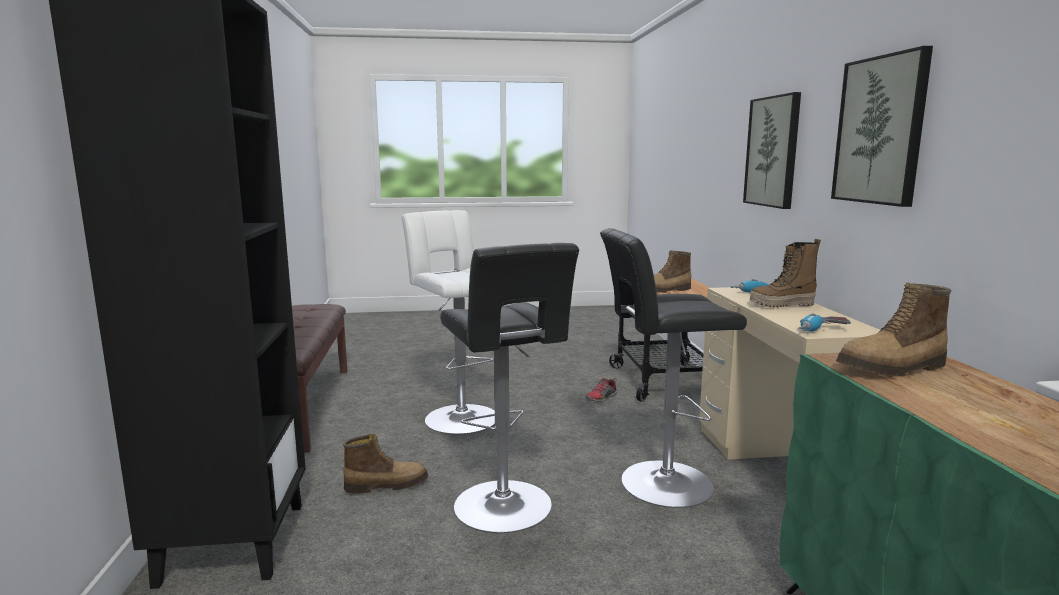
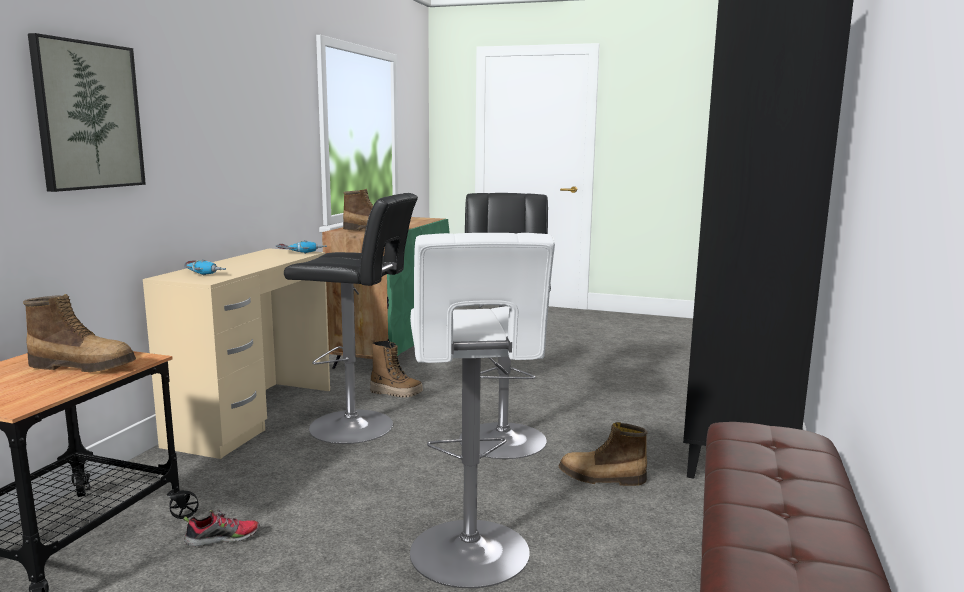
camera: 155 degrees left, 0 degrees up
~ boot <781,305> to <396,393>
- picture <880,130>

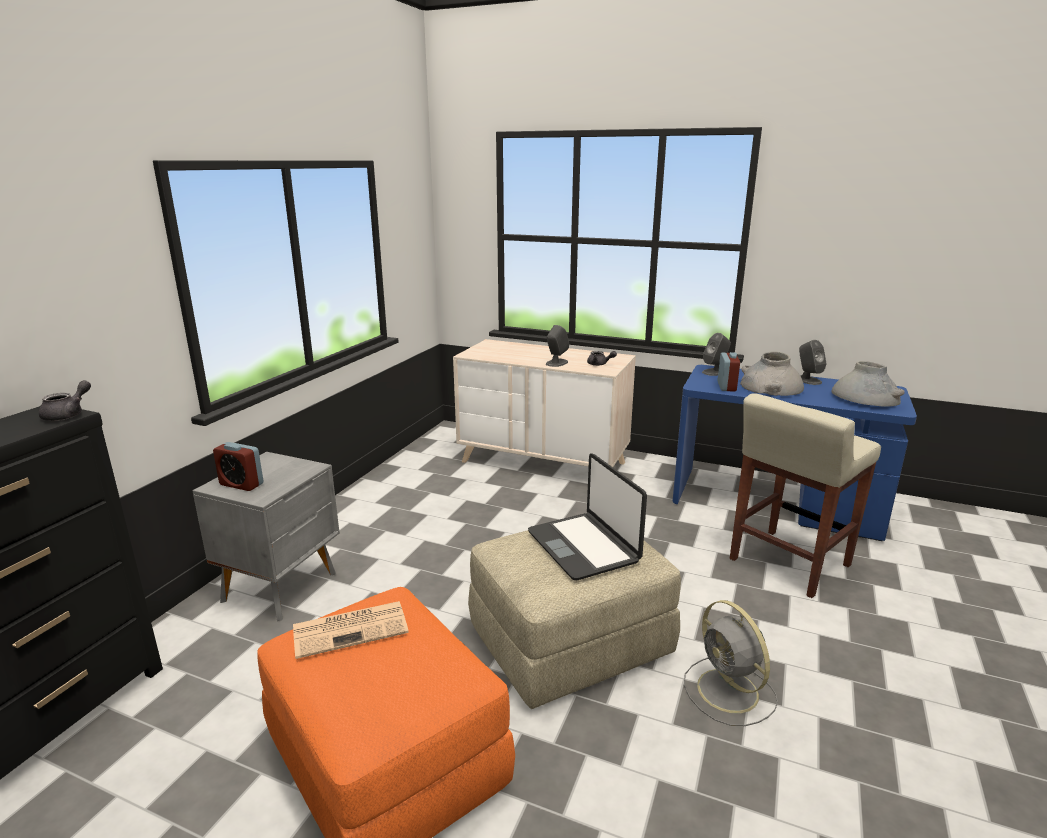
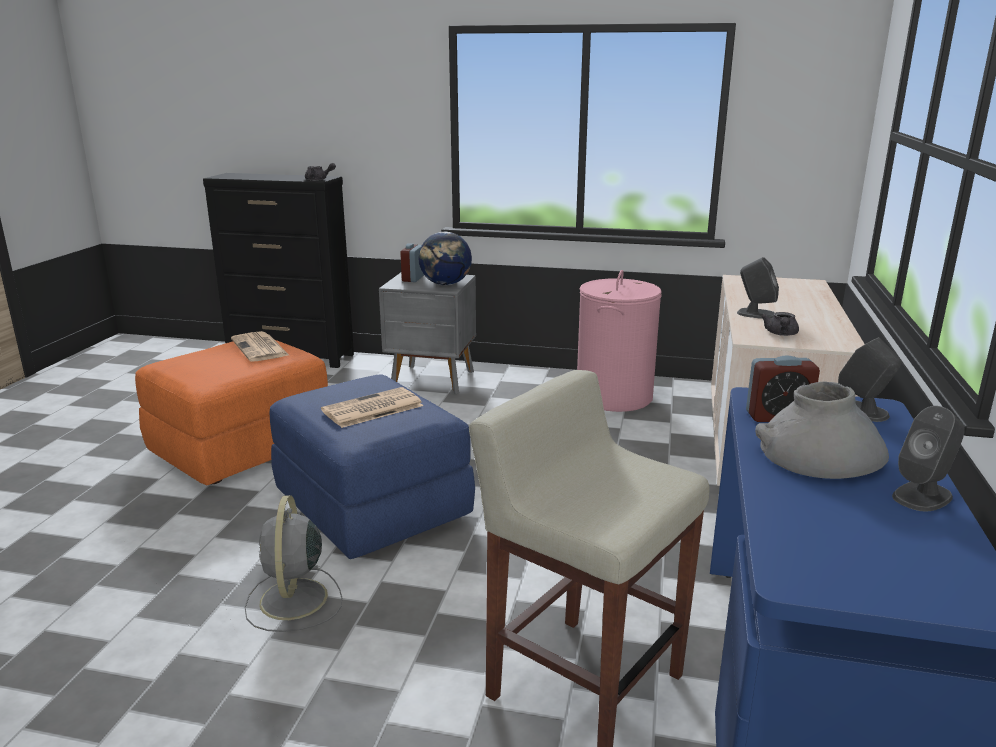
camera: 80 degrees right, 0 degrees up
~ beige ottoman <570,641> to blue ottoman <374,505>
~ laptop <584,546> to newspaper <371,409>
~ grey fan <729,692> = <293,601> 60 degrees counterclockwise
- grey vase <865,398>
+ globe <445,284>
+ pink laundry basket <614,396>

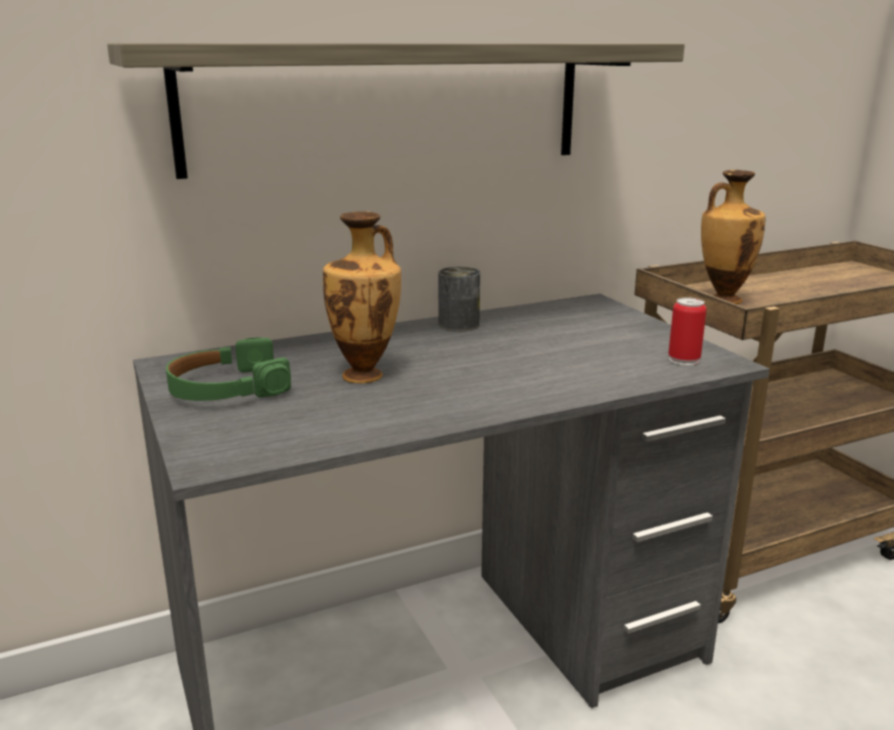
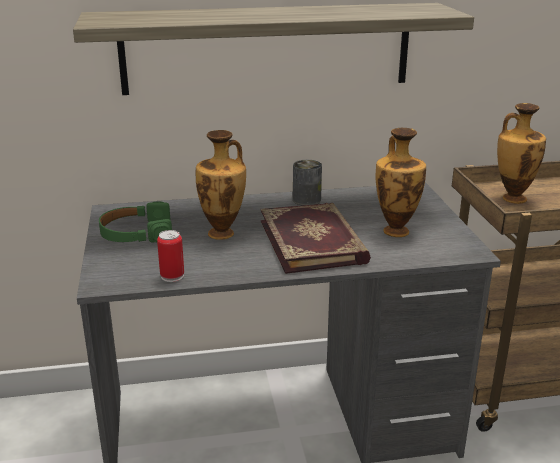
camera: 15 degrees right, 5 degrees up
~ can <684,360> to <172,276>
+ book <314,241>
+ vase <395,230>

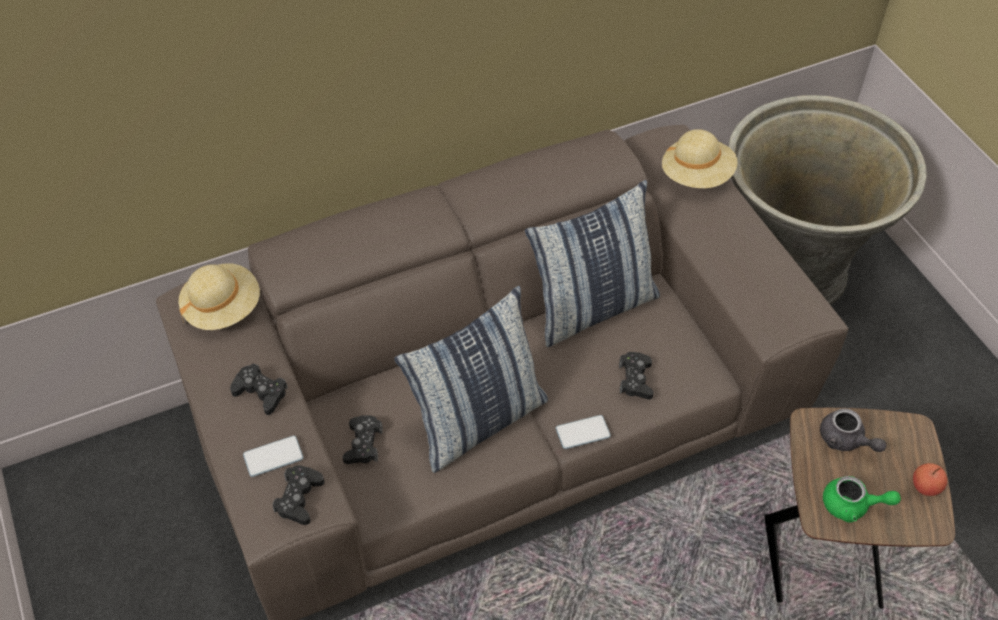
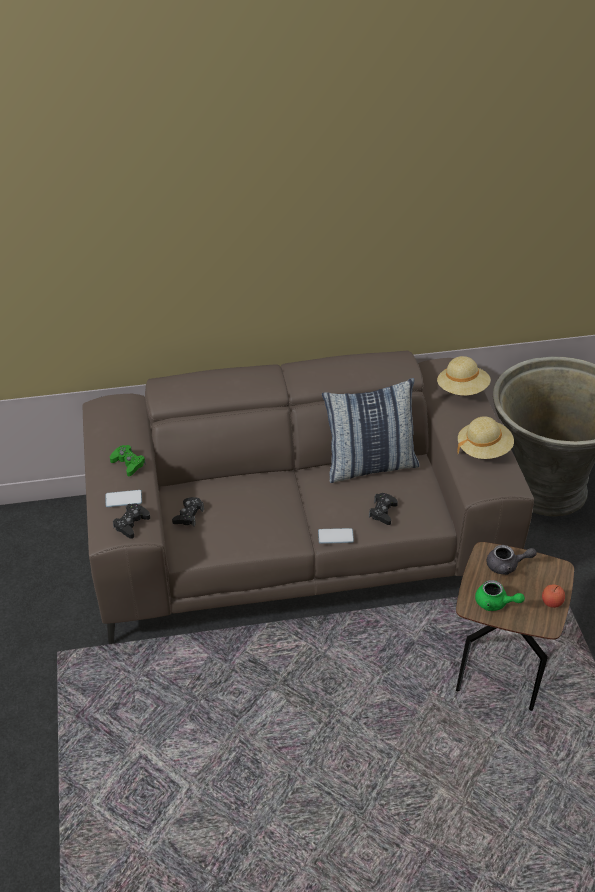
camera: 15 degrees right, 10 degrees down
~ beige hat <223,308> to <484,450>
~ black game controller <261,392> to green game controller <128,463>
- pillow <478,421>
~ grey teapot <846,440> = <507,566> 60 degrees counterclockwise

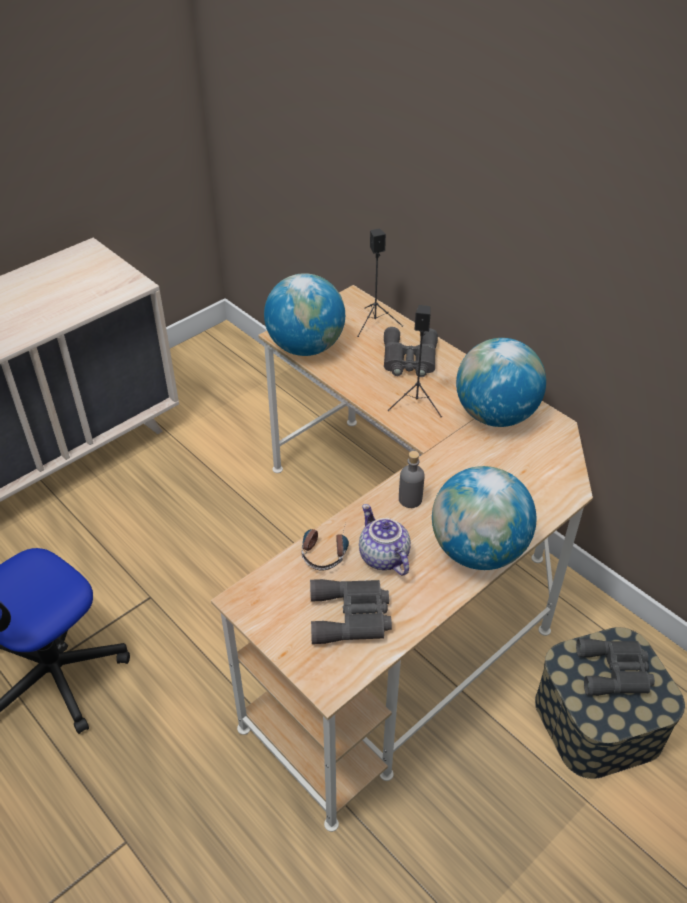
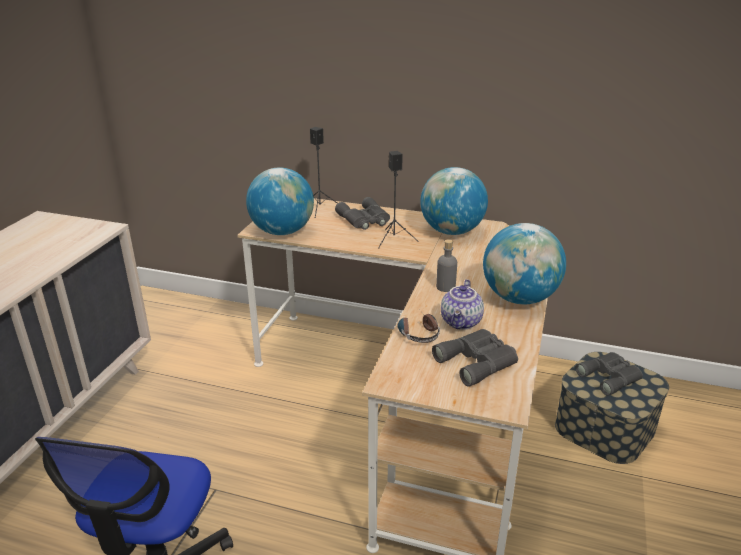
camera: 30 degrees left, 15 degrees down
~ teapot <382,557> = <462,322> 105 degrees counterclockwise

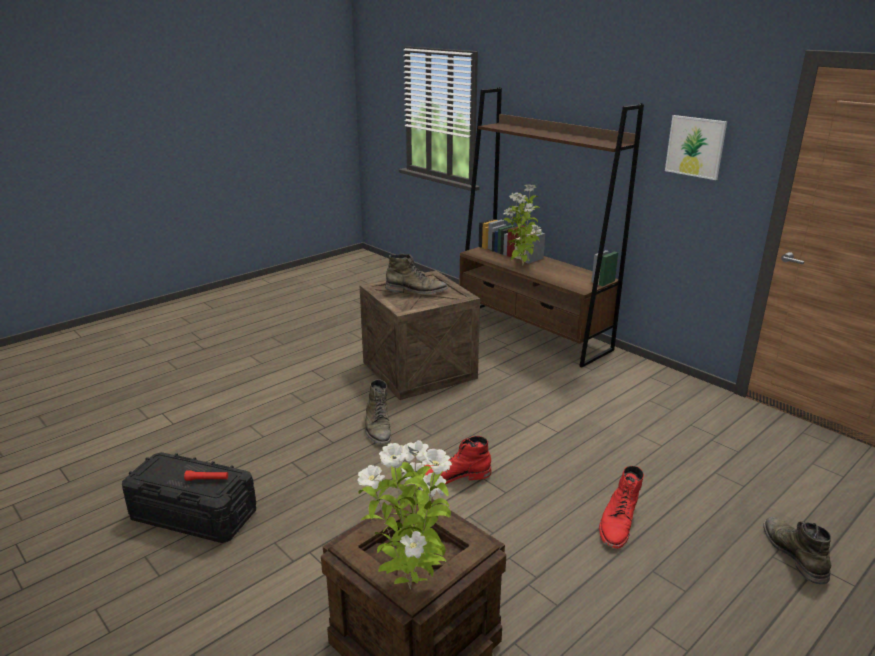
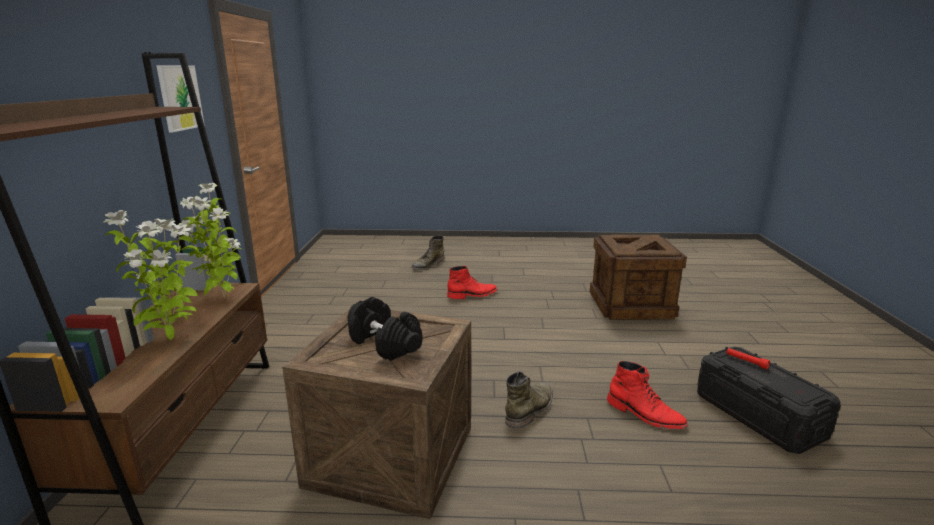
camera: 135 degrees left, 5 degrees down
~ potted plant <411,586> to <222,298>
~ green boot <416,291> to black dumbbell <384,344>
~ red boot <453,476> to <645,415>

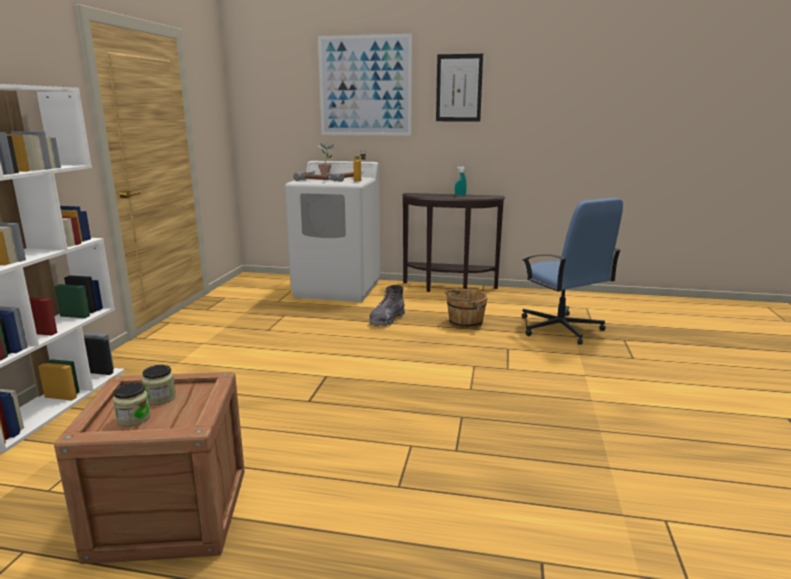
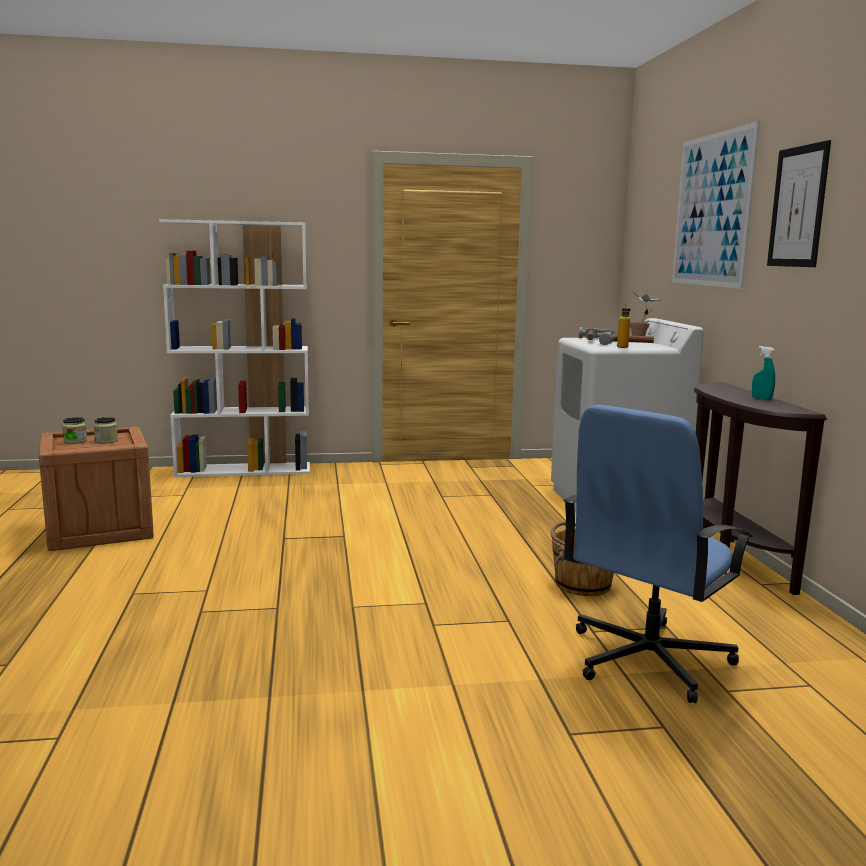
camera: 70 degrees right, 5 degrees down
- grey boot <387,320>

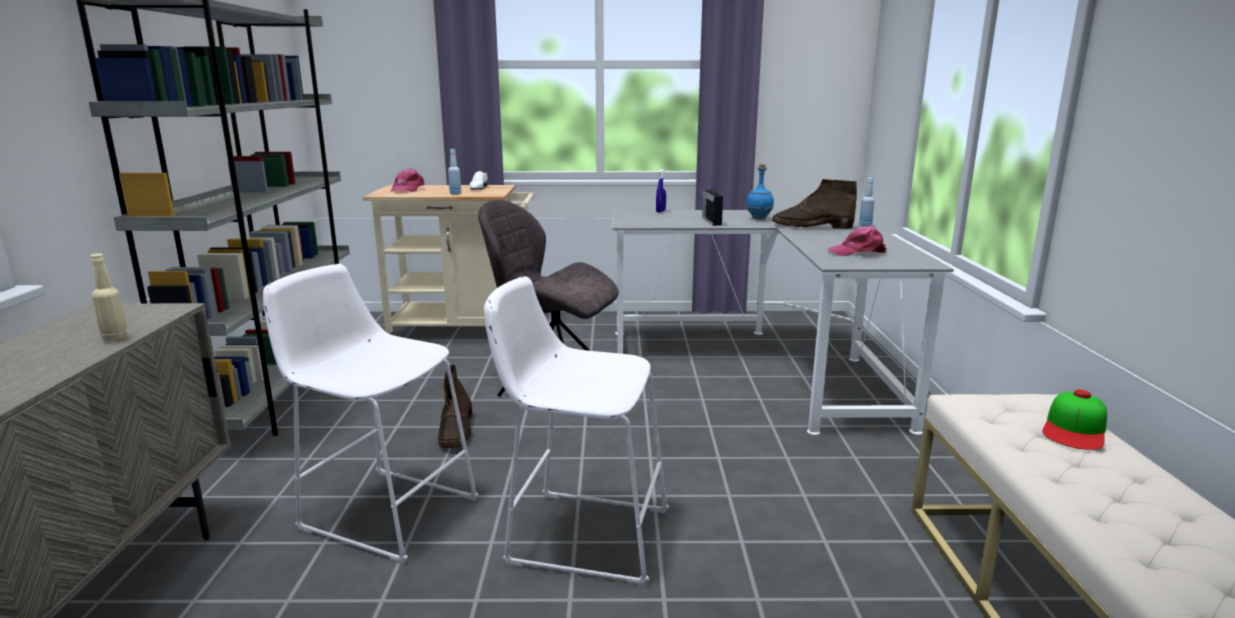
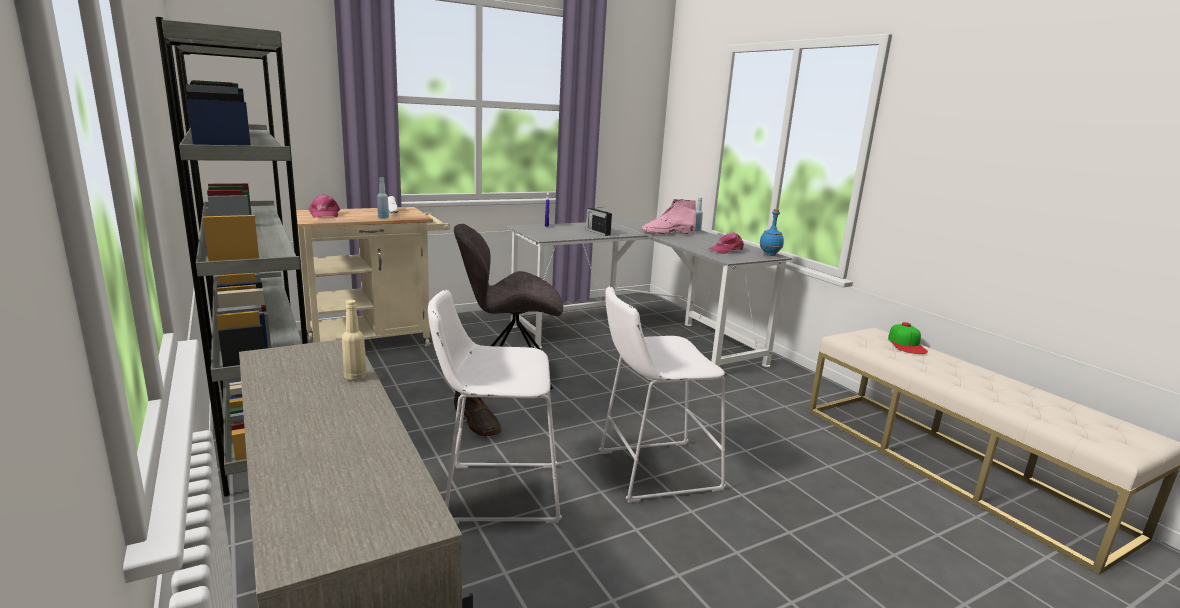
camera: 30 degrees left, 0 degrees up
~ blue bottle <759,218> to <770,255>
~ brown boot <811,227> to pink boot <667,233>

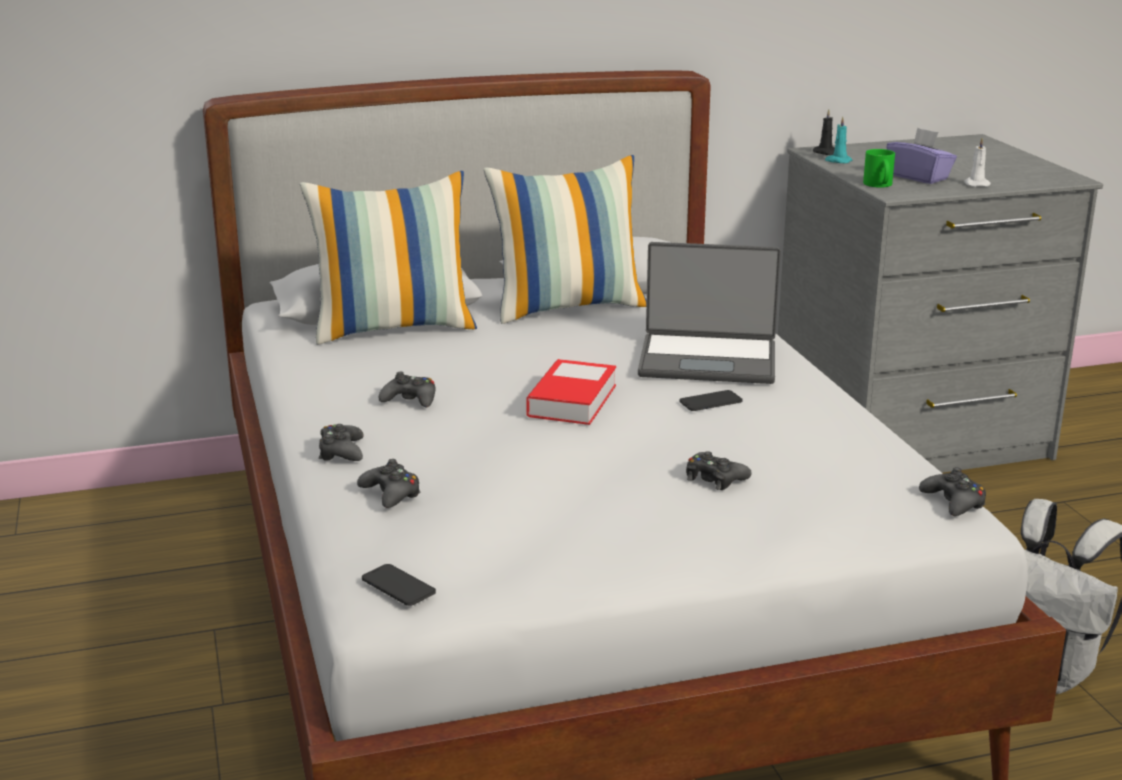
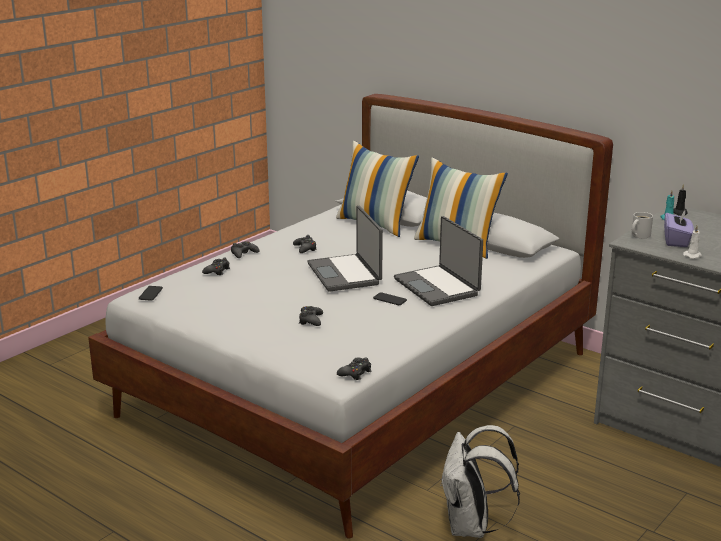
camera: 55 degrees right, 0 degrees up
~ book <572,401> to laptop <345,274>
~ green mug <877,184> to white mug <639,235>

